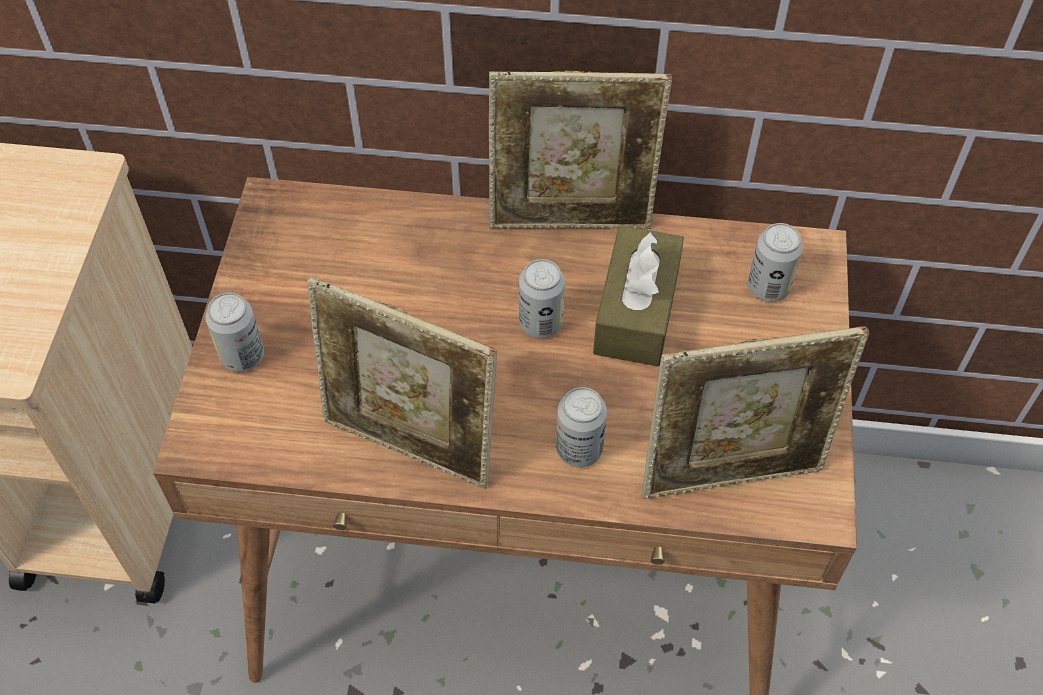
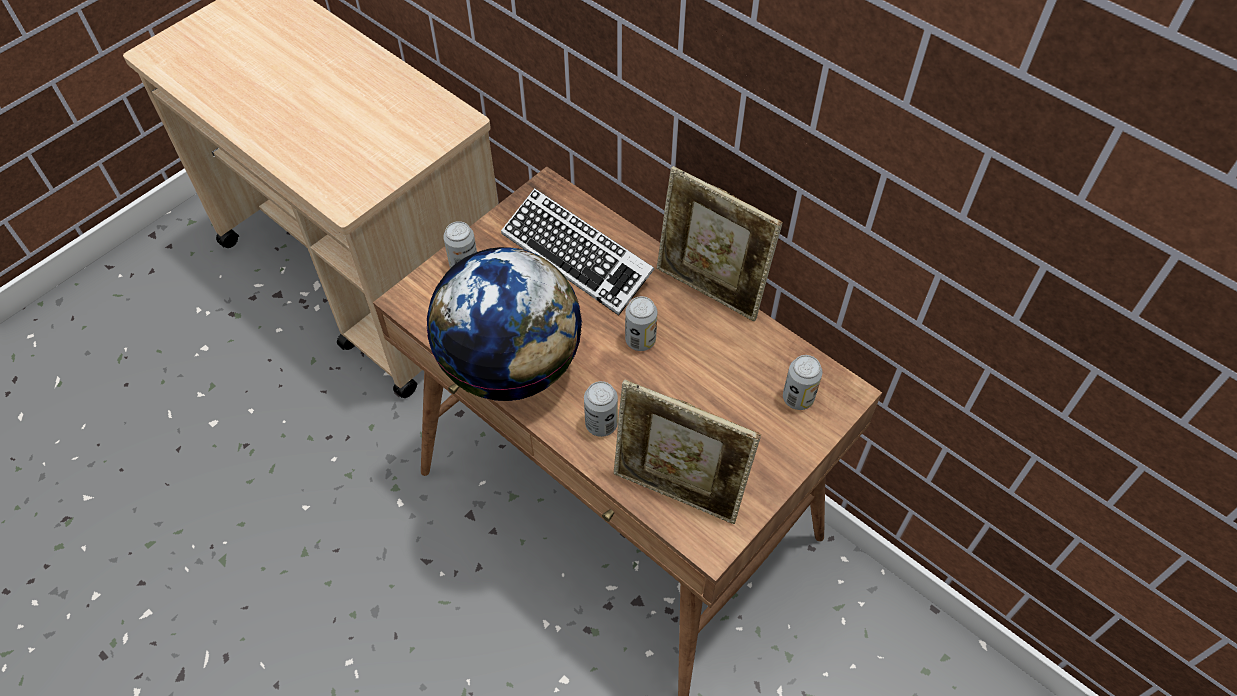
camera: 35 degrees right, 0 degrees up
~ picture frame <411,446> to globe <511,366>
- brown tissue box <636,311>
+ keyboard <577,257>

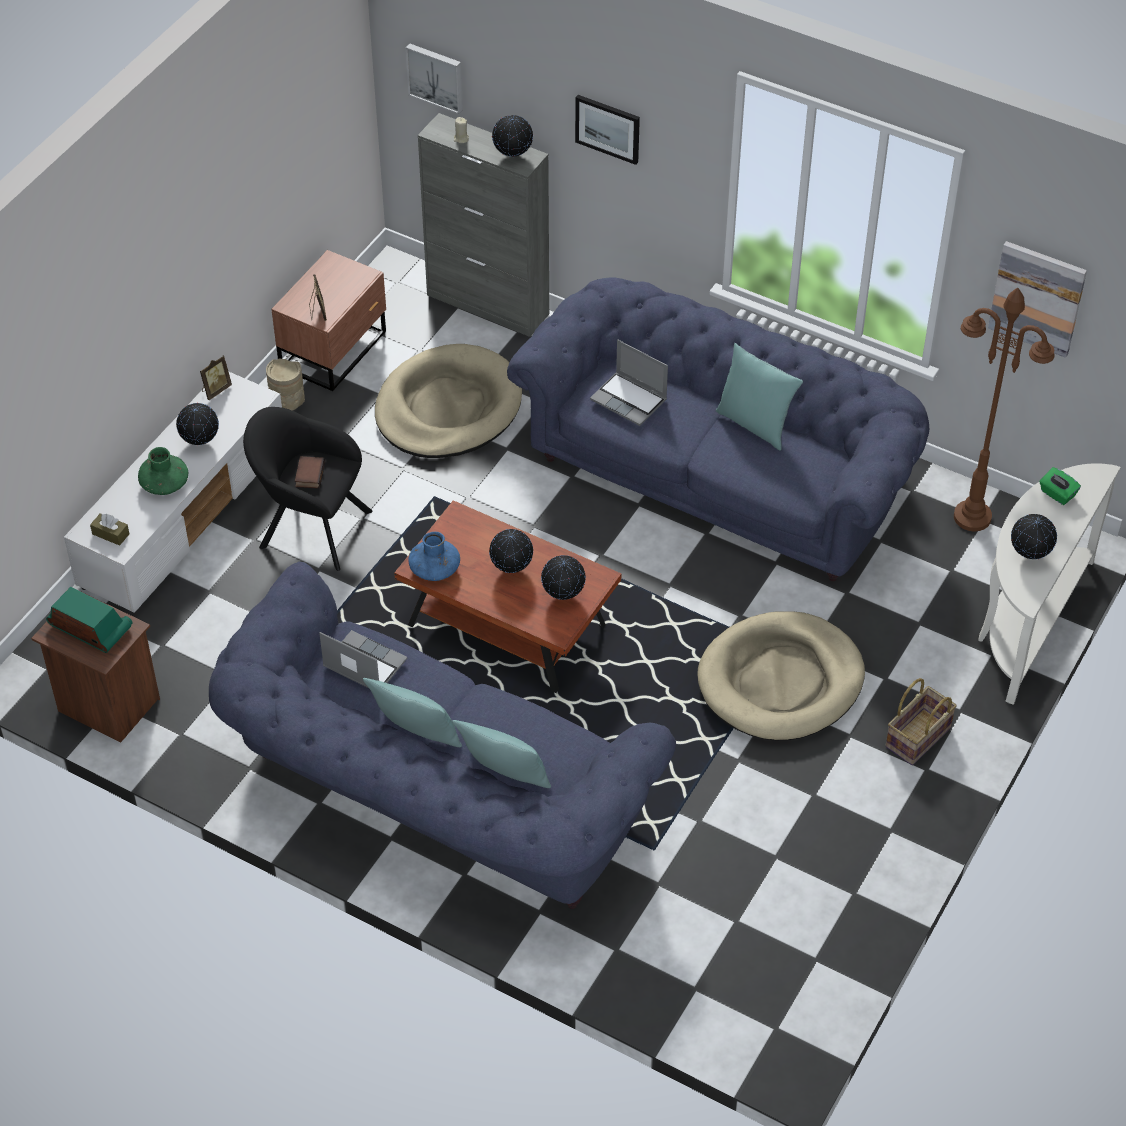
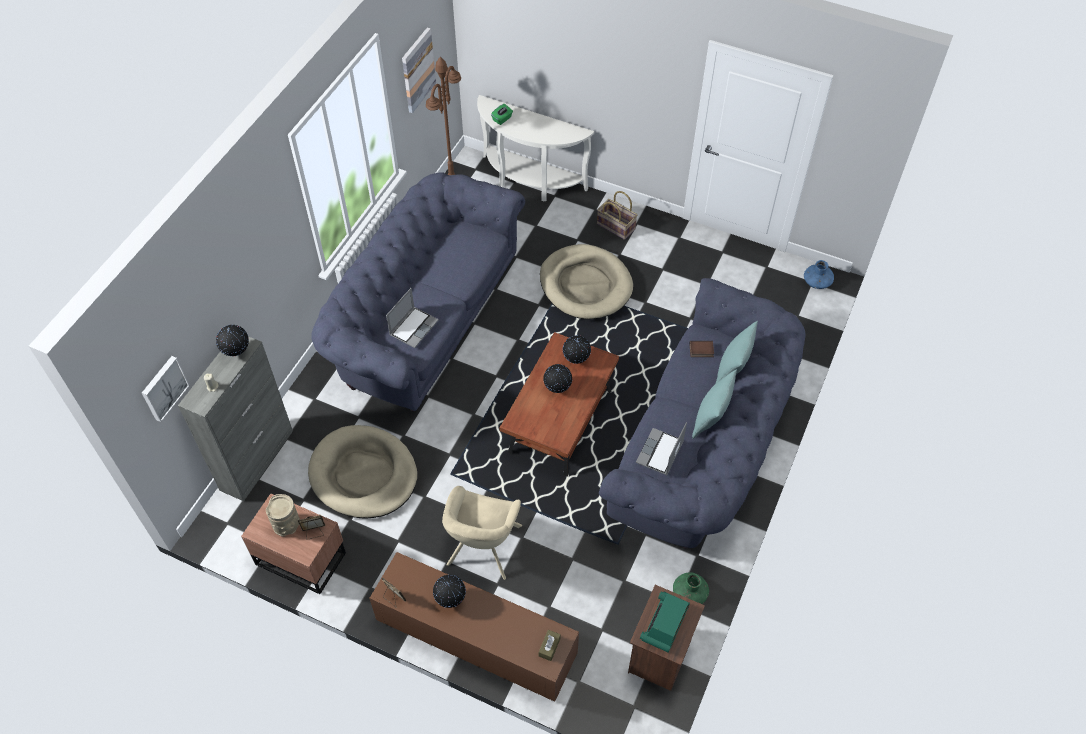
camera: 95 degrees left, 5 degrees up
~ white tv stand <184,513> to brown tv stand <474,637>
~ green vase <165,484> to <689,593>
~ black armchair <310,527> to beige armchair <483,549>
~ beige vase <287,404> to <287,525>
~ book <309,474> to <701,351>
~ blue vase <434,569> to <817,282>
- picture <608,128>
- turquoise pillow <755,424>
- globe <1029,555>

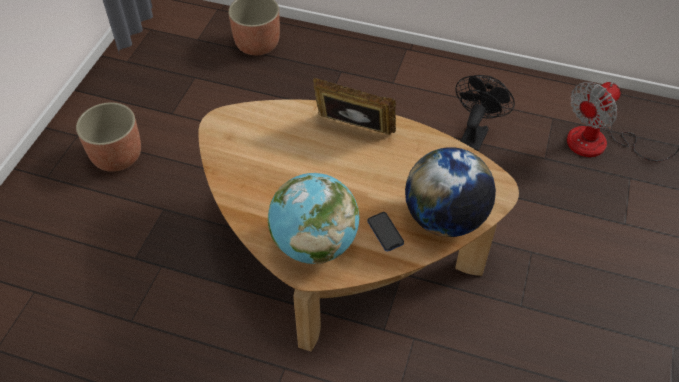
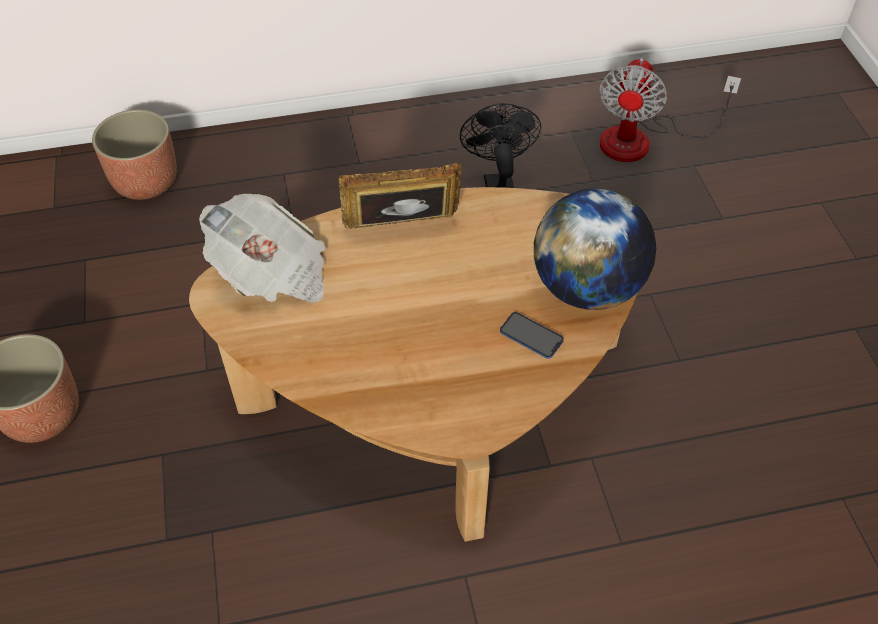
camera: 30 degrees left, 0 degrees up
- globe <314,244>
+ newspaper <272,273>

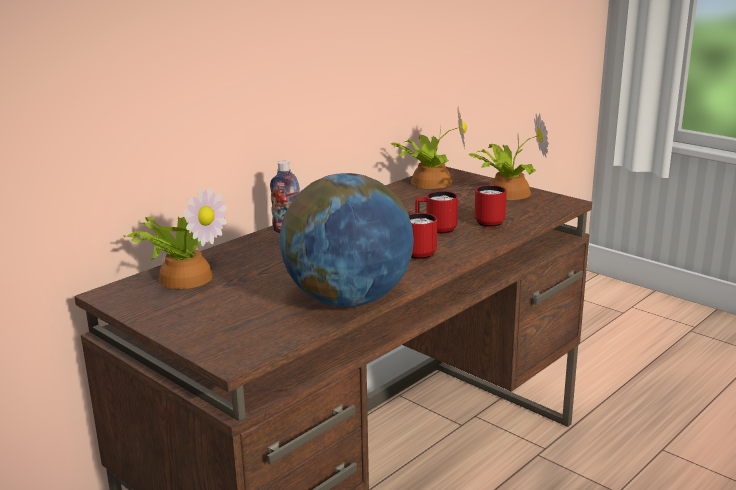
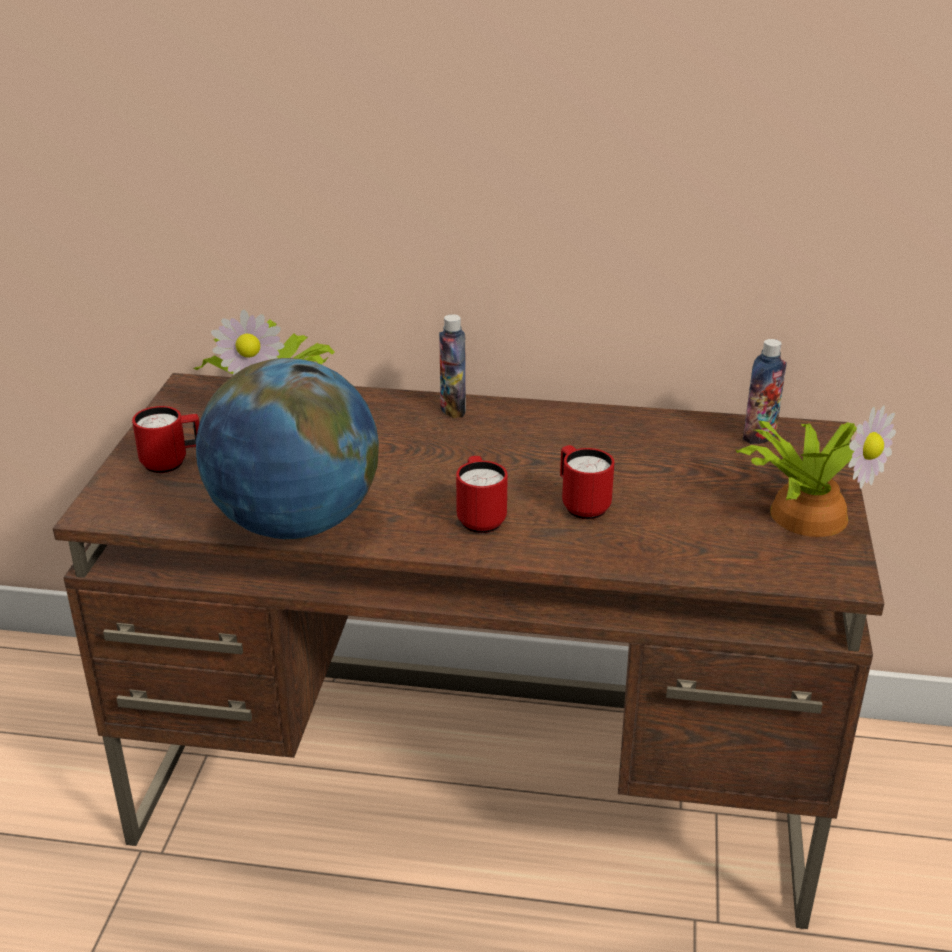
camera: 55 degrees right, 10 degrees up
~ potted plant <429,181> to bottle <759,436>
~ red mug <490,221> to <172,463>

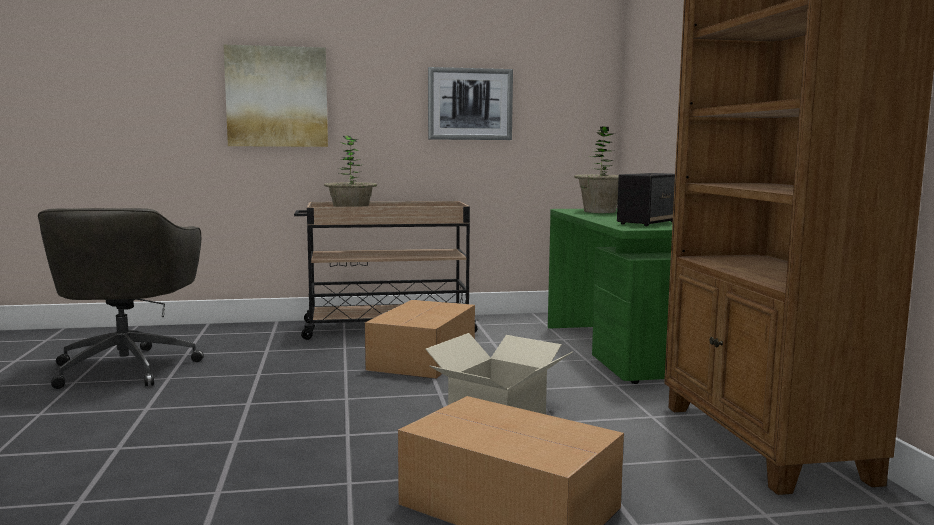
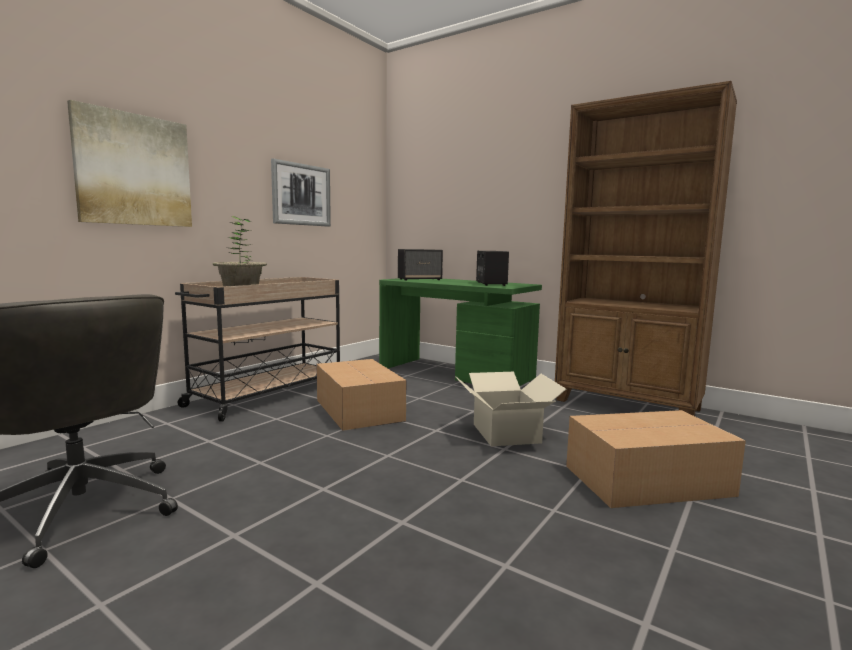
camera: 45 degrees left, 0 degrees up
~ potted plant <599,211> to speaker <420,279>

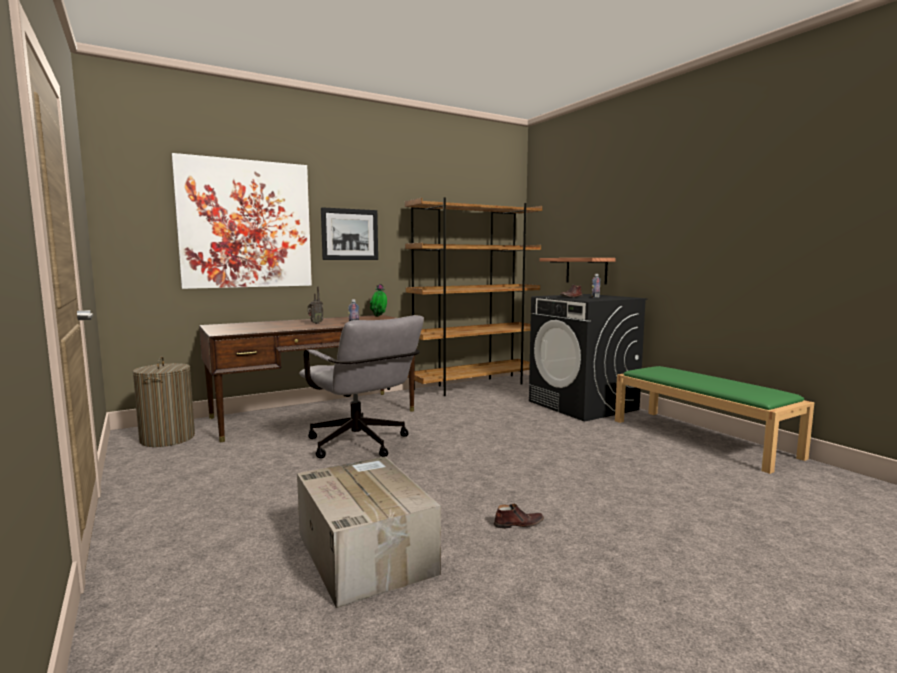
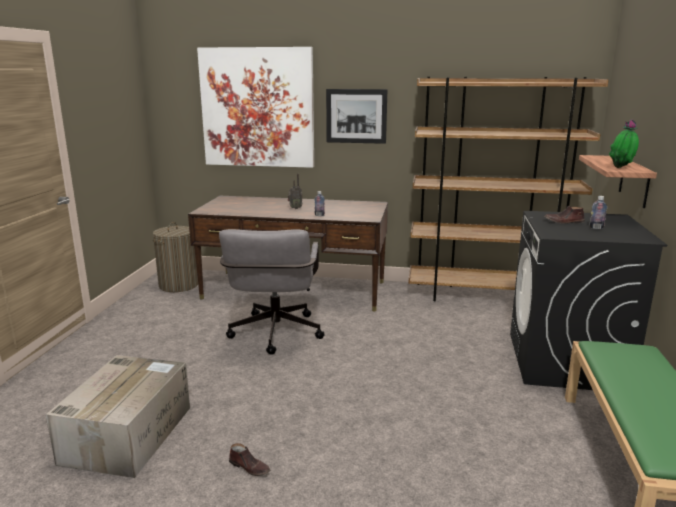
camera: 40 degrees right, 10 degrees up
~ potted plant <379,316> to <621,168>

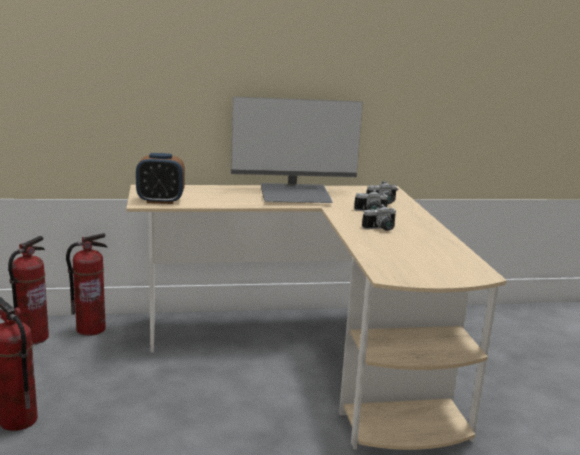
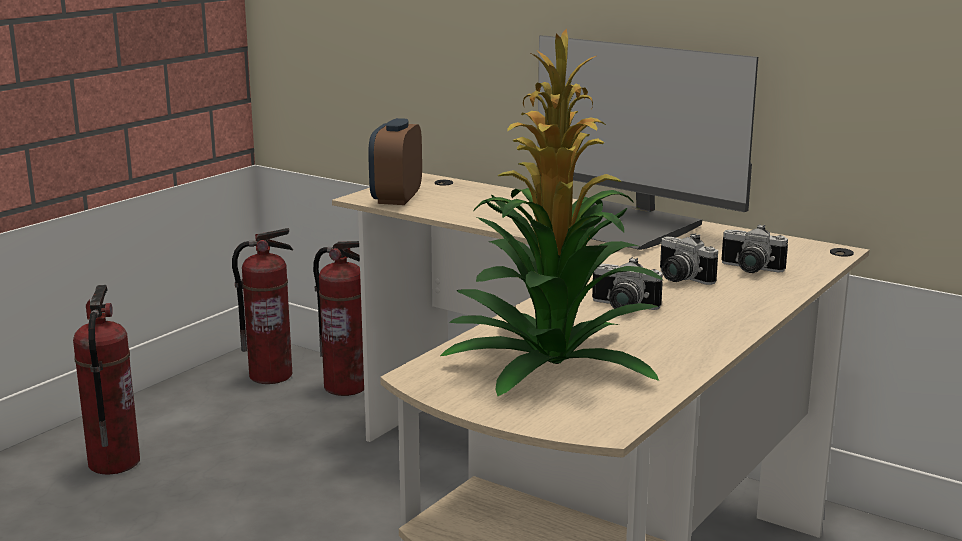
camera: 45 degrees right, 0 degrees up
~ alarm clock <160,201> = <396,199> 60 degrees clockwise
+ potted plant <550,360>

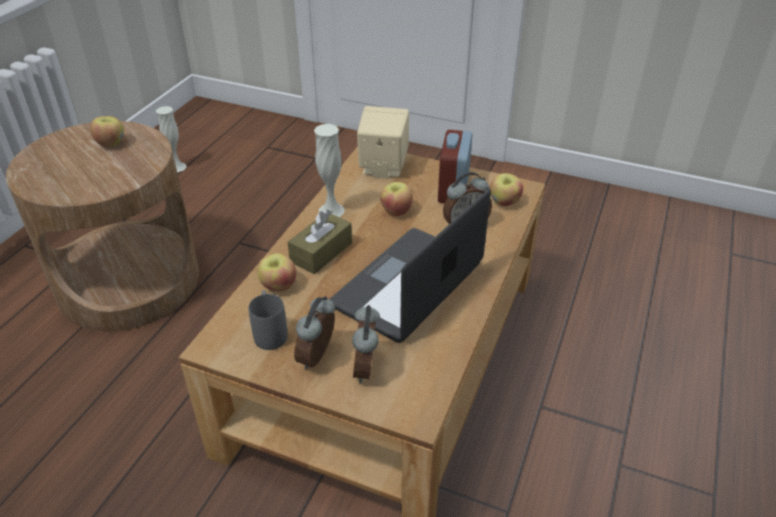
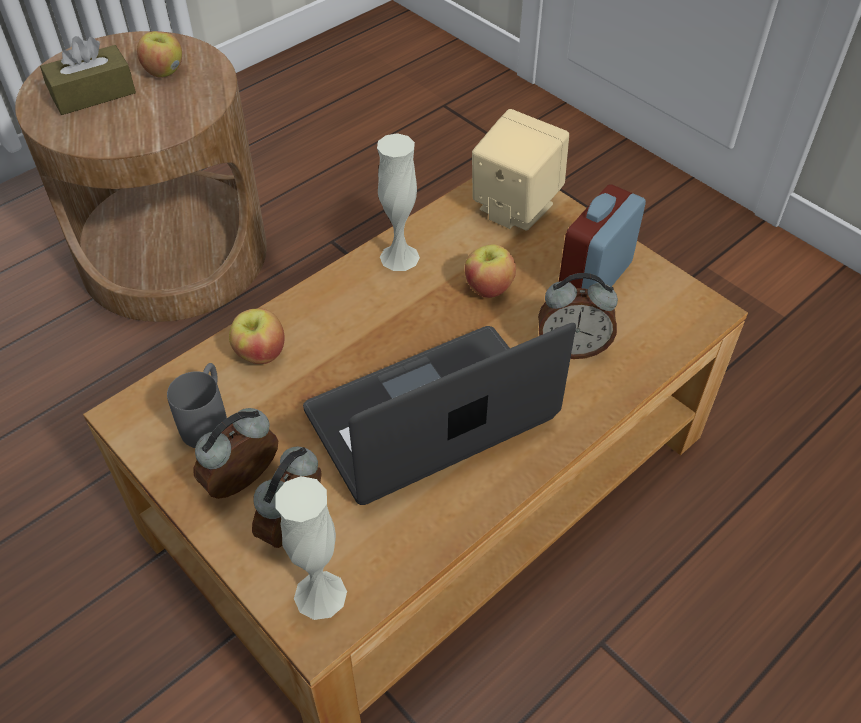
camera: 25 degrees right, 10 degrees up
~ white vase <177,167> to <320,595>
~ brown tissue box <321,252> to <93,94>
- apple <504,202>

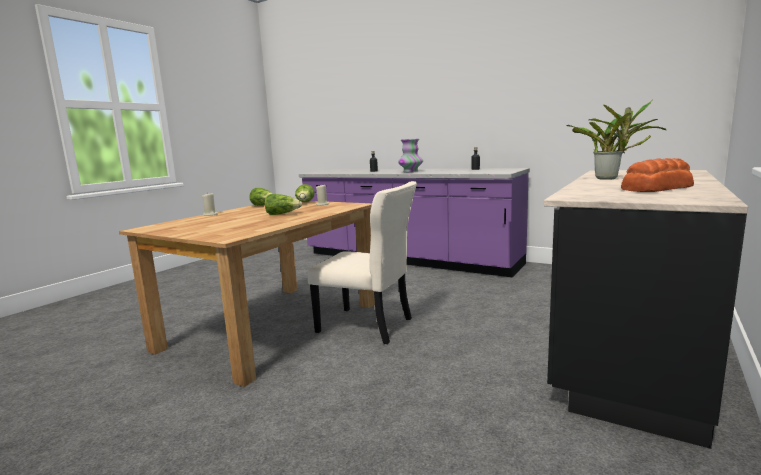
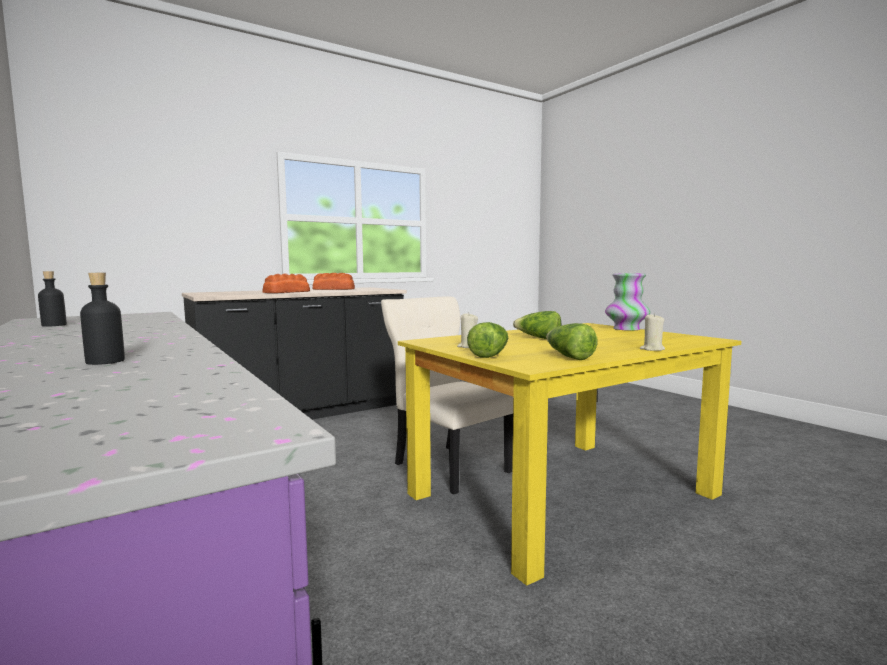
camera: 155 degrees left, 5 degrees down
~ brown dining table <272,326> to yellow dining table <563,493>
~ vase <410,172> to <626,329>
~ potted plant <610,178> to bread <286,292>

